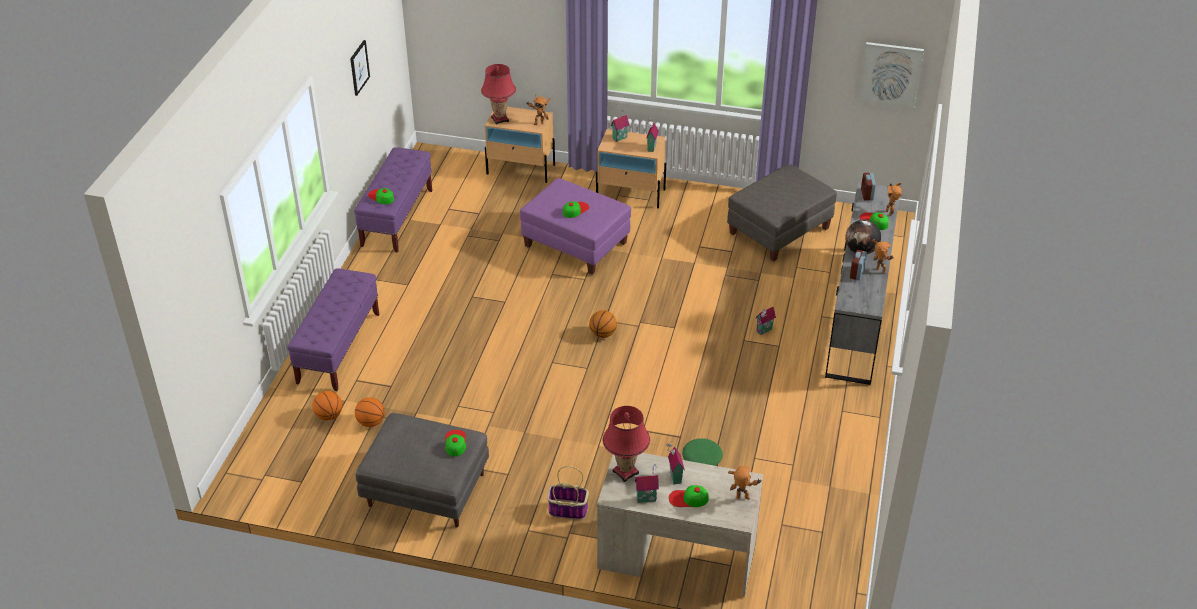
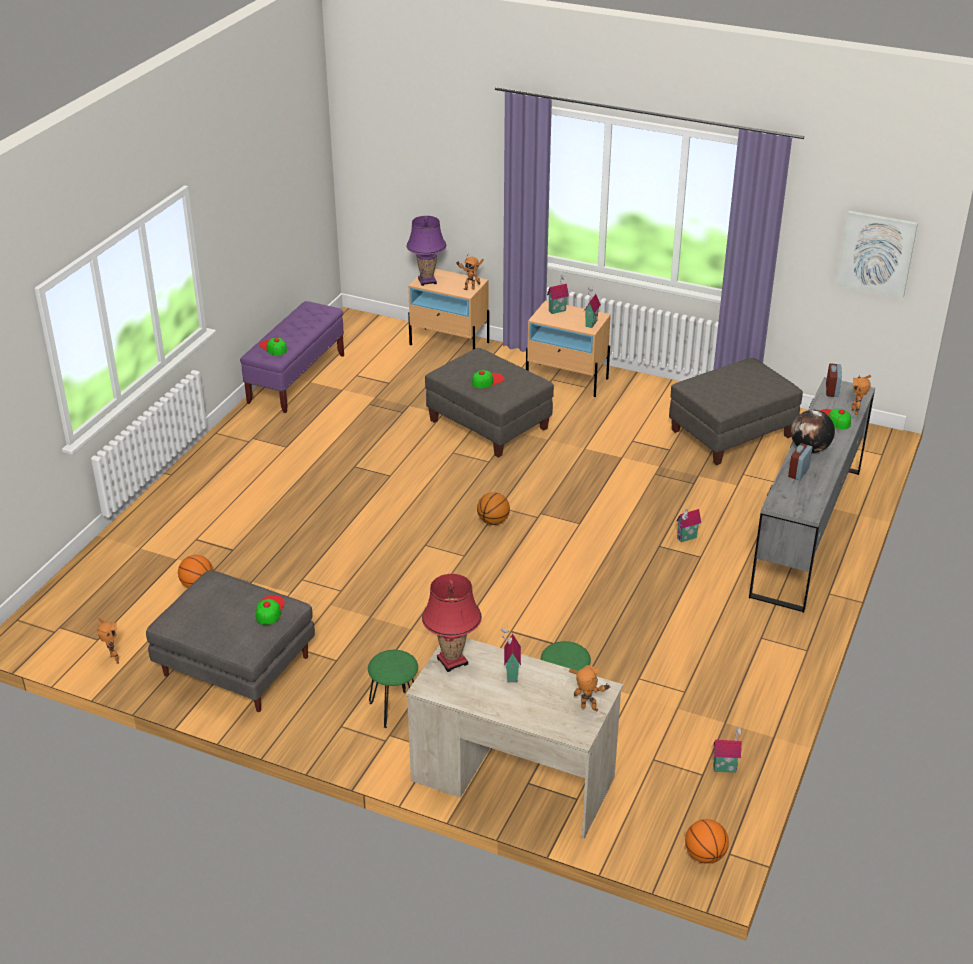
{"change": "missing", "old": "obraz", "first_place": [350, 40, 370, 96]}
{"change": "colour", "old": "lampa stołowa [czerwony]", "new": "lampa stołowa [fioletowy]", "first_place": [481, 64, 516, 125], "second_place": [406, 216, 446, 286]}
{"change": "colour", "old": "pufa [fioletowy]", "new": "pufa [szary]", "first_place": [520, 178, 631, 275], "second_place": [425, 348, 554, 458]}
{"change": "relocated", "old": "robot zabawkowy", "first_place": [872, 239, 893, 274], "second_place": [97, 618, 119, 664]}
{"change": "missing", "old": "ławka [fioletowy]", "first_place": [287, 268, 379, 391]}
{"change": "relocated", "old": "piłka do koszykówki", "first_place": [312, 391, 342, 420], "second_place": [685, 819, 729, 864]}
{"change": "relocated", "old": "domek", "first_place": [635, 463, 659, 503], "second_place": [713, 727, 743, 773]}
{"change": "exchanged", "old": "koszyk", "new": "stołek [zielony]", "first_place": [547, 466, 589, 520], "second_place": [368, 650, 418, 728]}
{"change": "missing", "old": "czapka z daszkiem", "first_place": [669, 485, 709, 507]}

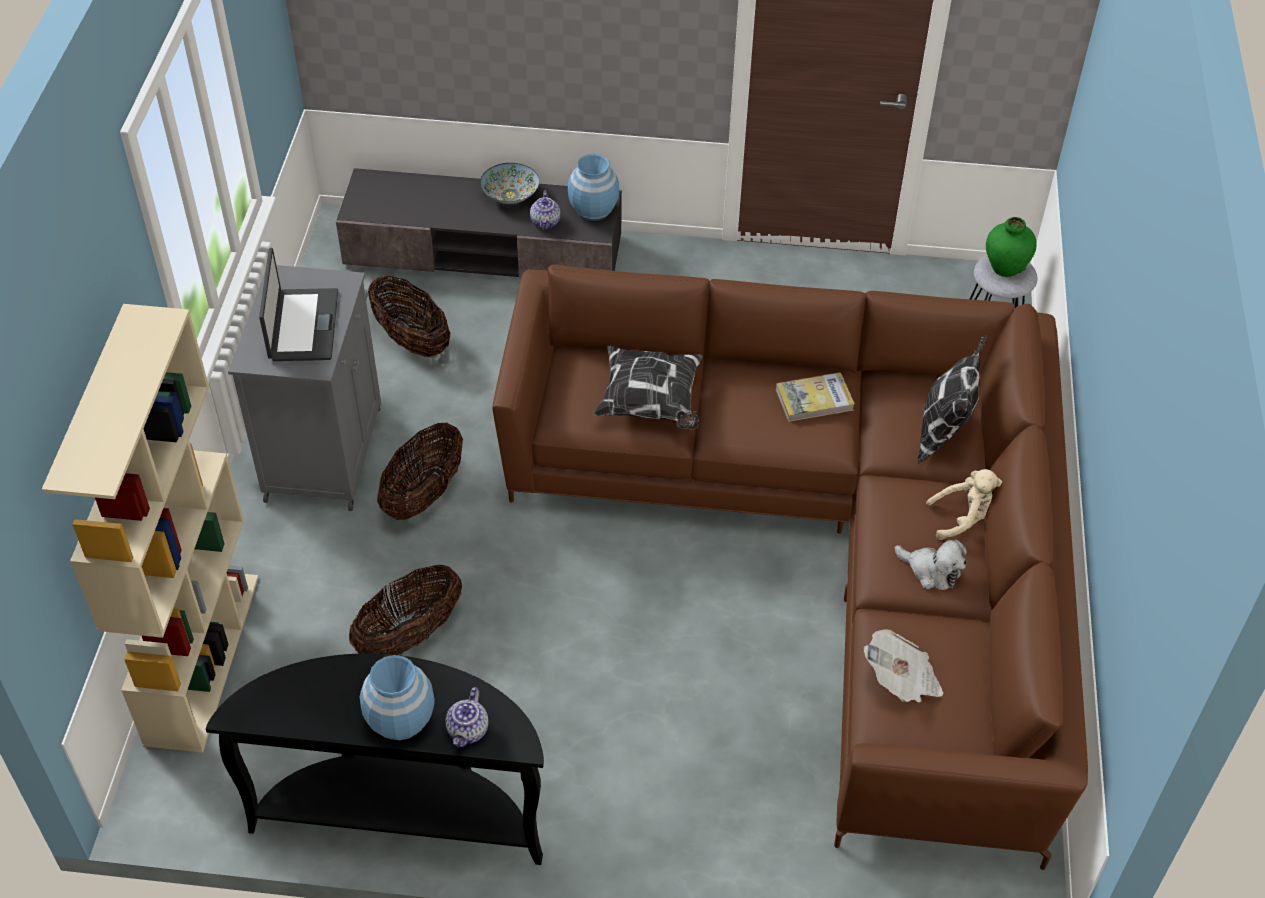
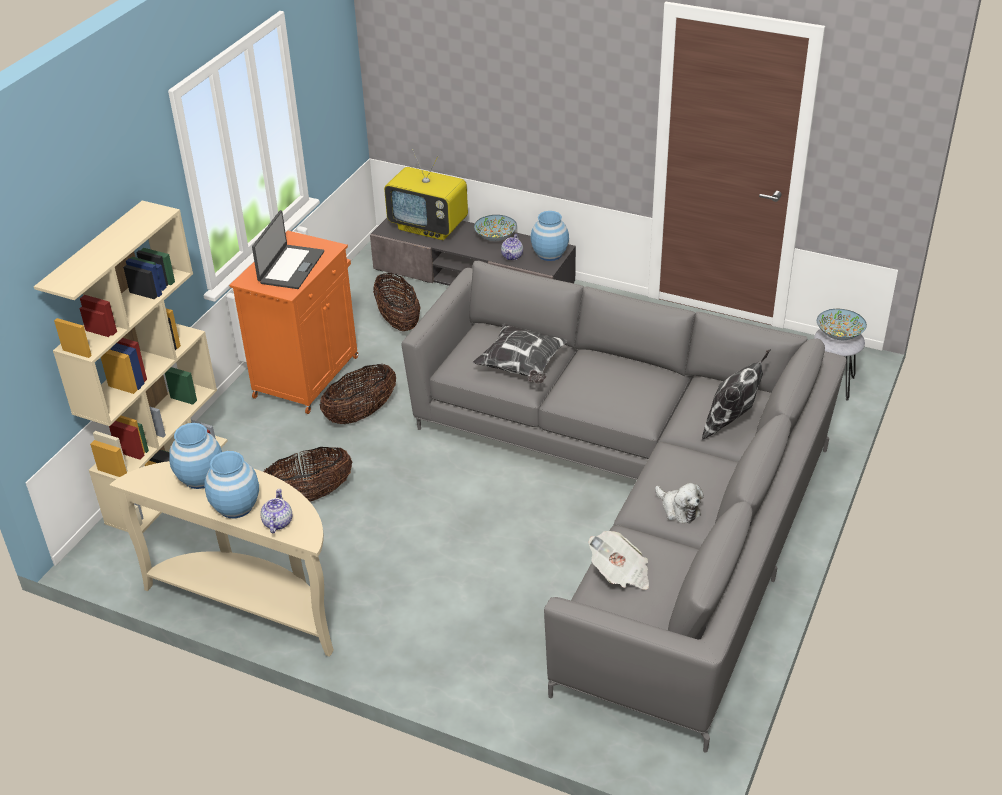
{"change": "exchanged", "old": "wazon [zielony]", "new": "miska", "first_place": [986, 217, 1037, 277], "second_place": [817, 309, 867, 340]}
{"change": "colour", "old": "szafka [szary]", "new": "szafka [pomarańczowy]", "first_place": [228, 265, 382, 511], "second_place": [229, 230, 358, 414]}
{"change": "colour", "old": "kanapa [brązowy]", "new": "kanapa [szary]", "first_place": [492, 265, 1088, 870], "second_place": [402, 261, 847, 753]}
{"change": "missing", "old": "książka", "first_place": [776, 372, 855, 422]}
{"change": "missing", "old": "pluszak [beżowy]", "first_place": [926, 469, 1002, 540]}
{"change": "colour", "old": "stolik konsolowy [czarny]", "new": "stolik konsolowy [beżowy]", "first_place": [206, 653, 544, 865], "second_place": [110, 461, 334, 656]}
{"change": "spun", "old": "imbryk", "first_place": [445, 687, 488, 747], "second_place": [261, 489, 292, 533], "degrees": 150}
{"change": "appeared", "new": "telewizor", "second_place": [384, 149, 468, 240]}
{"change": "appeared", "new": "wazon [niebieski]", "second_place": [169, 423, 222, 489]}

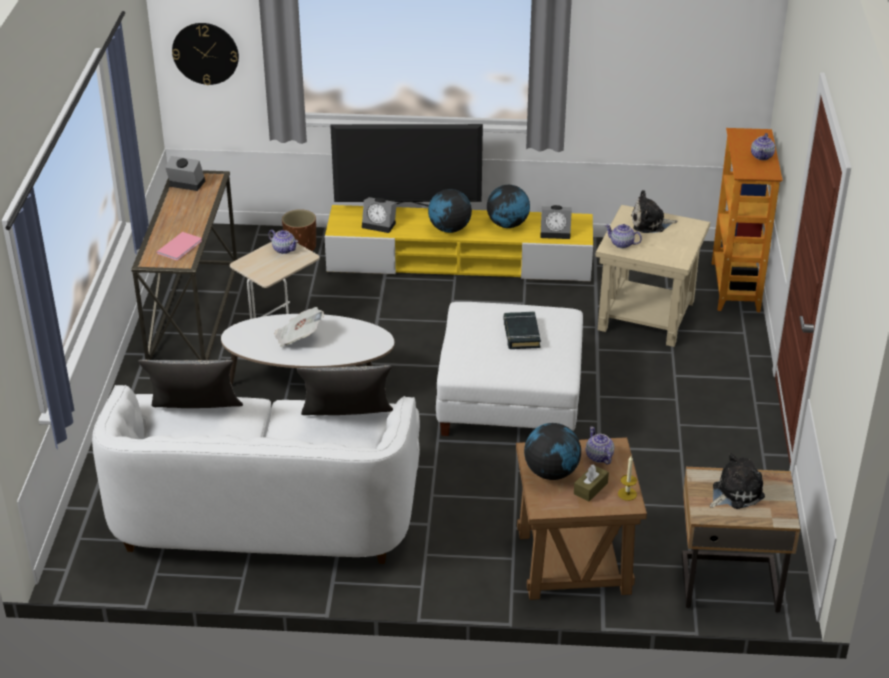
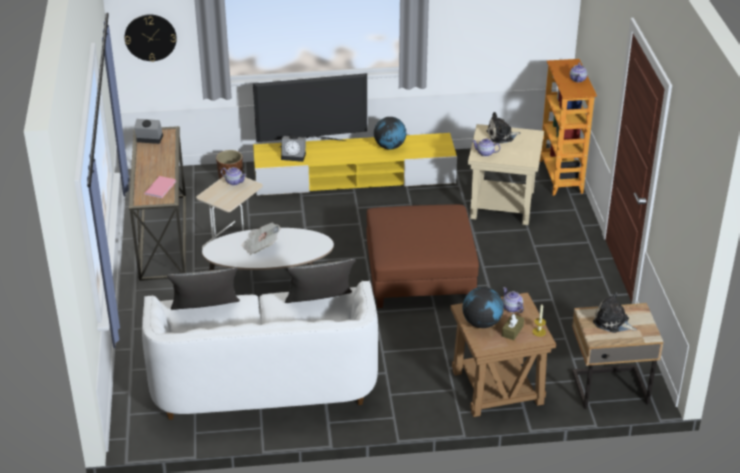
{"change": "missing", "old": "globus", "first_place": [428, 189, 472, 233]}
{"change": "missing", "old": "budzik", "first_place": [540, 205, 572, 239]}
{"change": "colour", "old": "pufa [biały]", "new": "pufa [brązowy]", "first_place": [436, 302, 583, 436], "second_place": [366, 204, 479, 308]}
{"change": "missing", "old": "książka [czarny]", "first_place": [504, 312, 541, 349]}
{"change": "spun", "old": "pluszak", "first_place": [710, 453, 765, 509], "second_place": [593, 292, 637, 333], "degrees": -105}

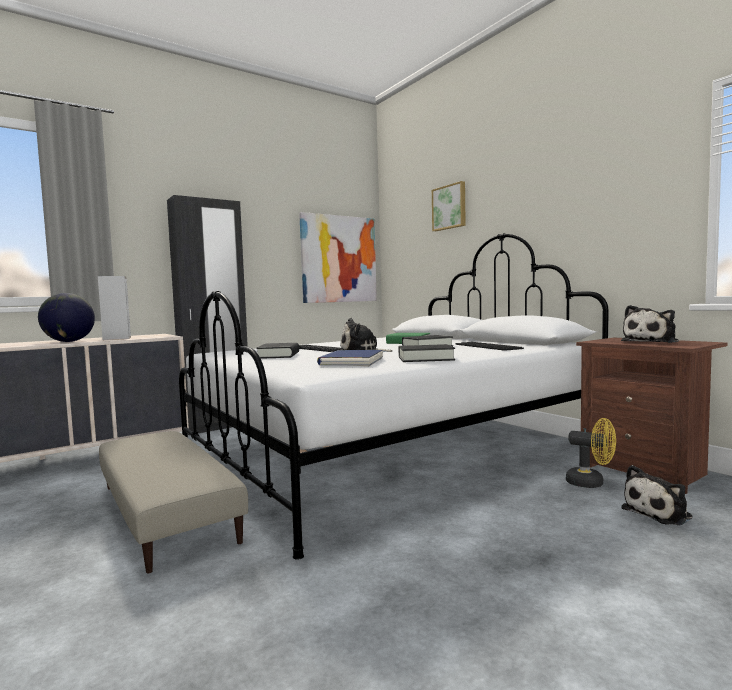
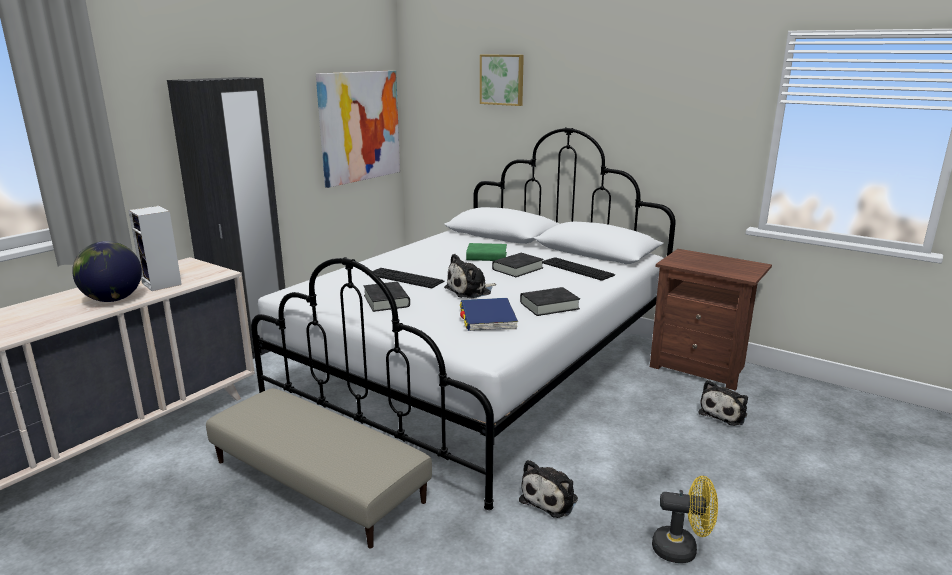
{"change": "relocated", "old": "pluszak", "first_place": [621, 305, 679, 343], "second_place": [519, 460, 578, 518]}
{"change": "relocated", "old": "wentylator [żółty]", "first_place": [566, 418, 616, 488], "second_place": [652, 476, 718, 563]}

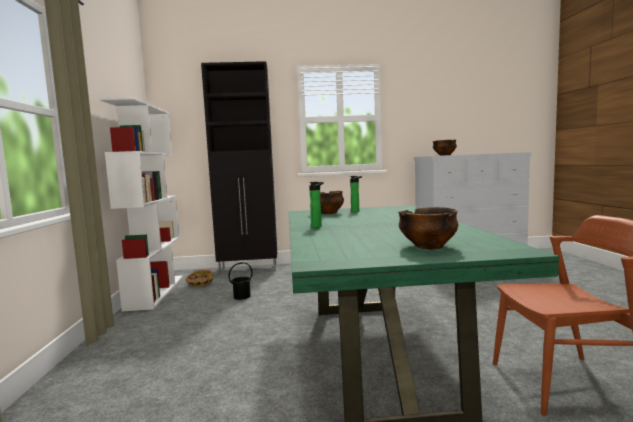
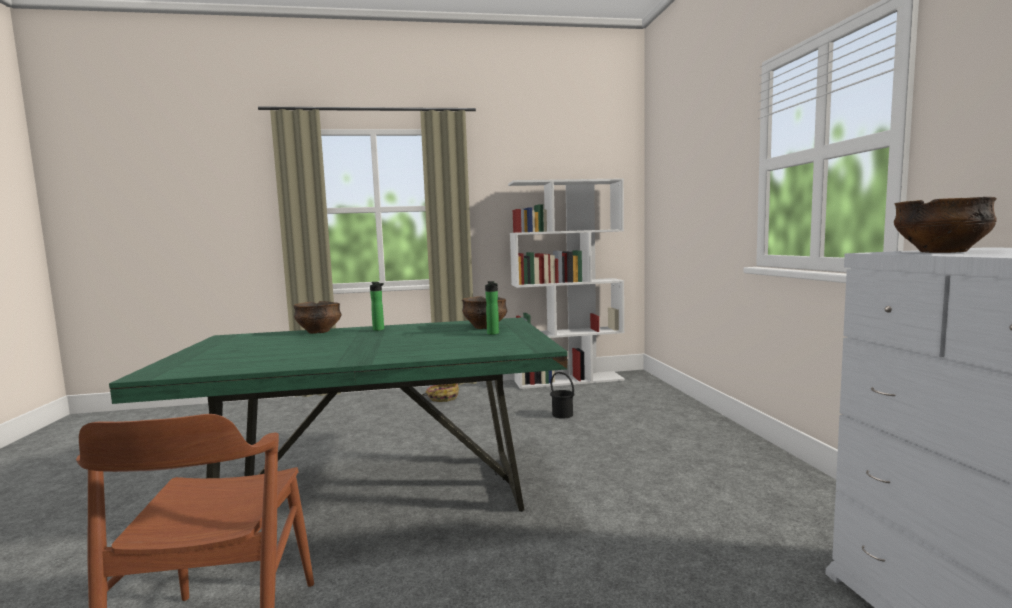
{"change": "missing", "old": "szafka [czarny]", "first_place": [201, 61, 277, 275]}
{"change": "relocated", "old": "miska", "first_place": [398, 207, 459, 250], "second_place": [293, 301, 341, 334]}
{"change": "relocated", "old": "koszyk", "first_place": [185, 270, 214, 287], "second_place": [422, 383, 459, 402]}

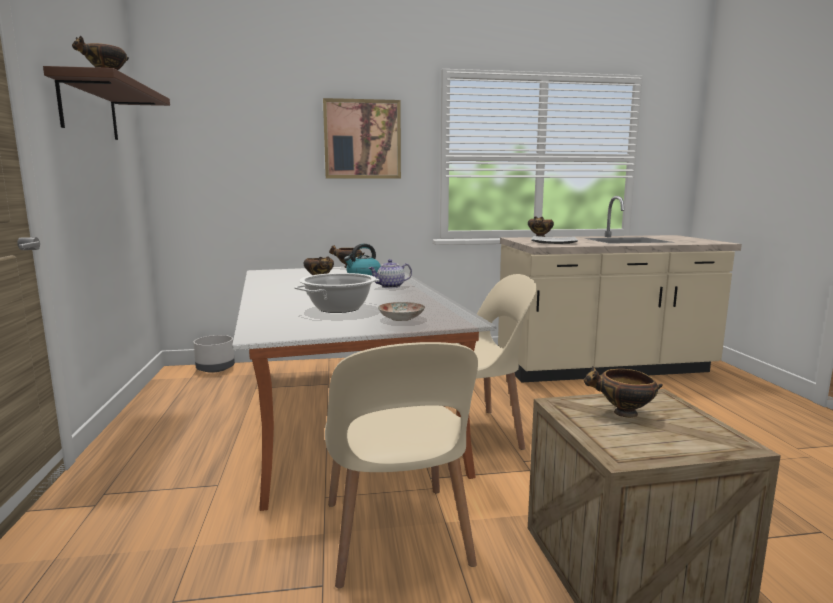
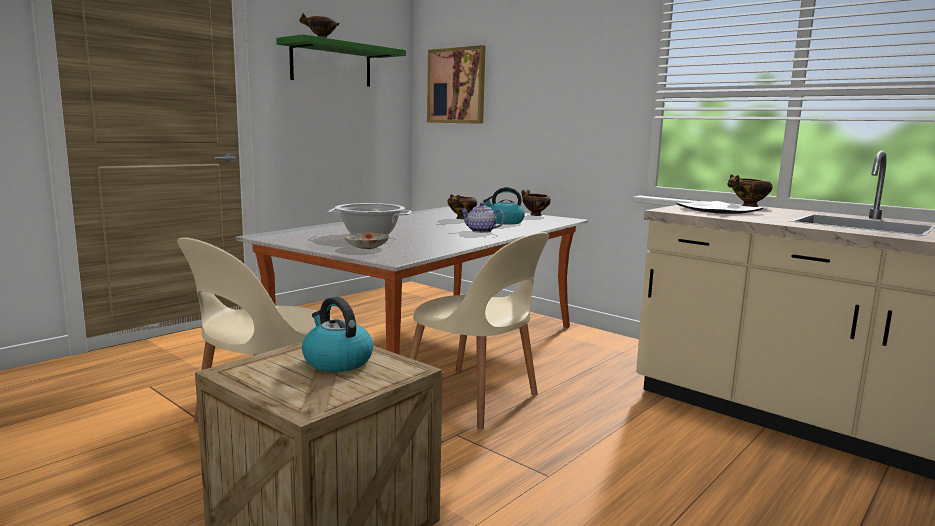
{"change": "colour", "old": "półka [brązowy]", "new": "półka [zielony]", "first_place": [43, 66, 170, 140], "second_place": [276, 34, 406, 87]}
{"change": "relocated", "old": "obraz", "first_place": [323, 98, 401, 179], "second_place": [427, 45, 485, 124]}
{"change": "missing", "old": "donica [szary]", "first_place": [194, 335, 235, 373]}
{"change": "exchanged", "old": "miska", "new": "czajnik", "first_place": [584, 366, 663, 418], "second_place": [302, 297, 373, 372]}

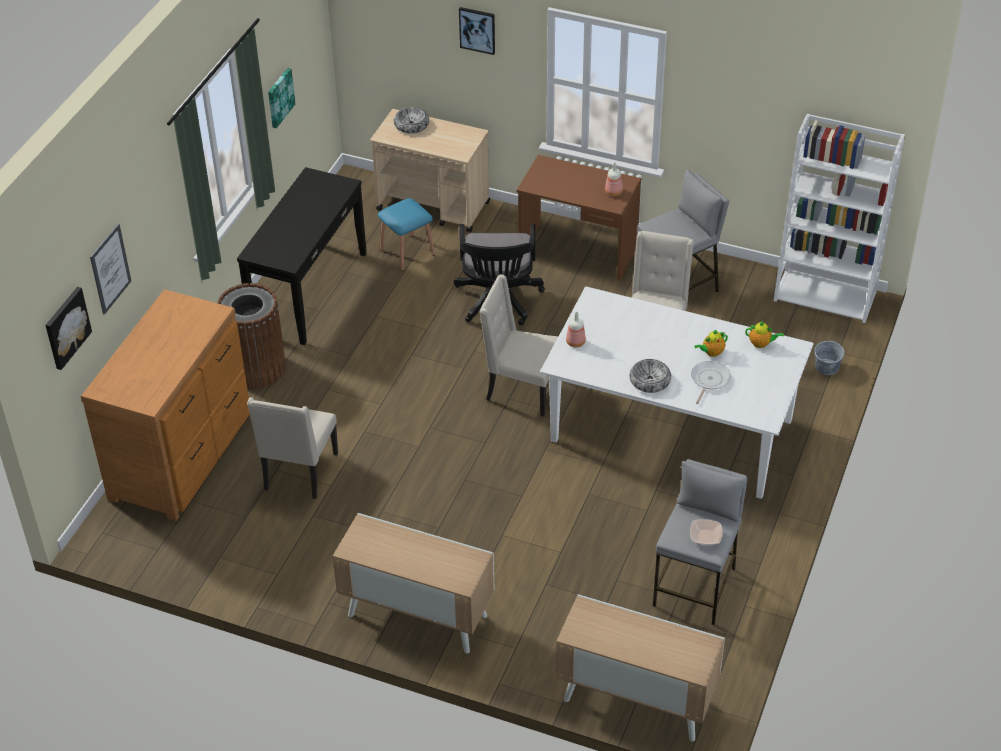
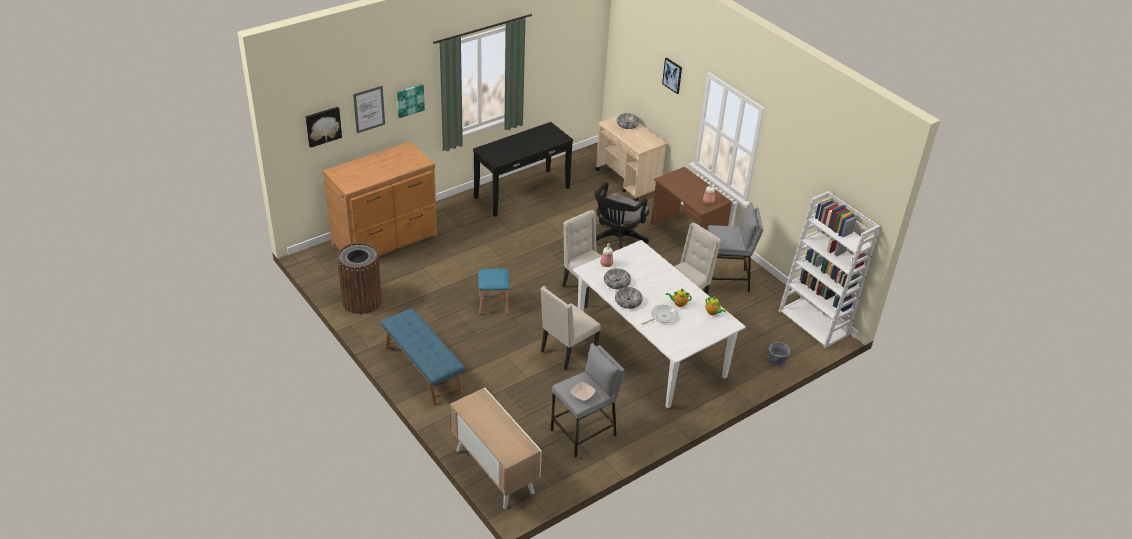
{"change": "relocated", "old": "obraz", "first_place": [268, 68, 295, 128], "second_place": [397, 84, 425, 118]}
{"change": "relocated", "old": "stołek [niebieski]", "first_place": [378, 198, 435, 271], "second_place": [478, 269, 510, 315]}
{"change": "relocated", "old": "kosz na śmieci [brązowy]", "first_place": [217, 283, 286, 389], "second_place": [337, 242, 382, 314]}
{"change": "relocated", "old": "krzesło [beżowy]", "first_place": [247, 397, 338, 499], "second_place": [541, 286, 601, 370]}
{"change": "exchanged", "old": "szafka", "new": "ławka [niebieski]", "first_place": [333, 513, 495, 654], "second_place": [381, 308, 465, 406]}
{"change": "appeared", "new": "miska", "second_place": [604, 268, 631, 289]}

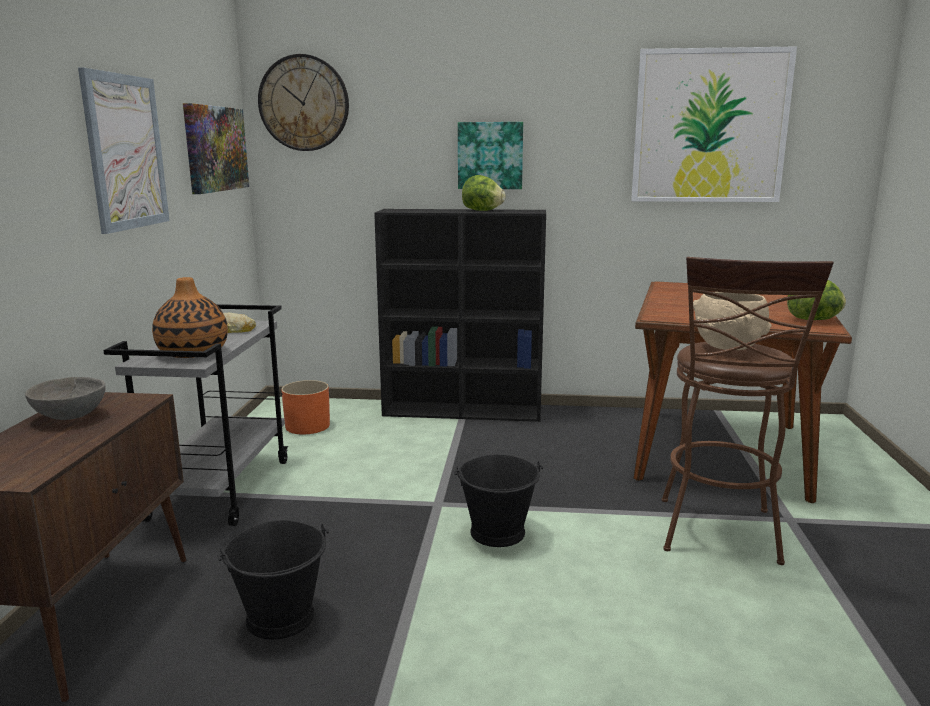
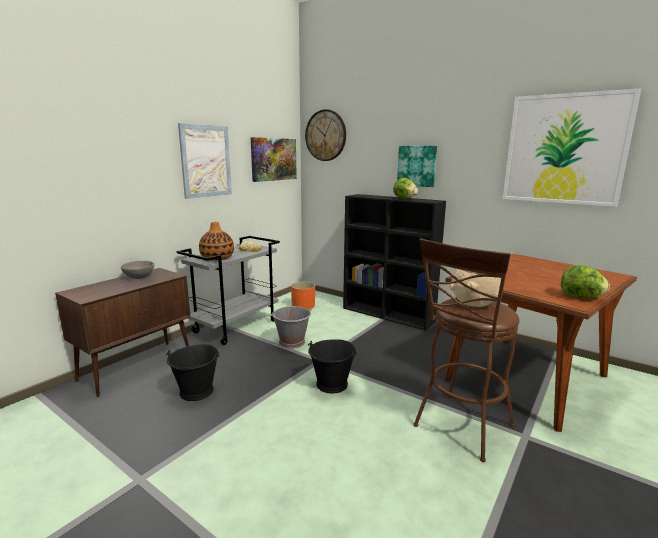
{"change": "appeared", "new": "wiadro [szary]", "second_place": [271, 306, 312, 349]}

